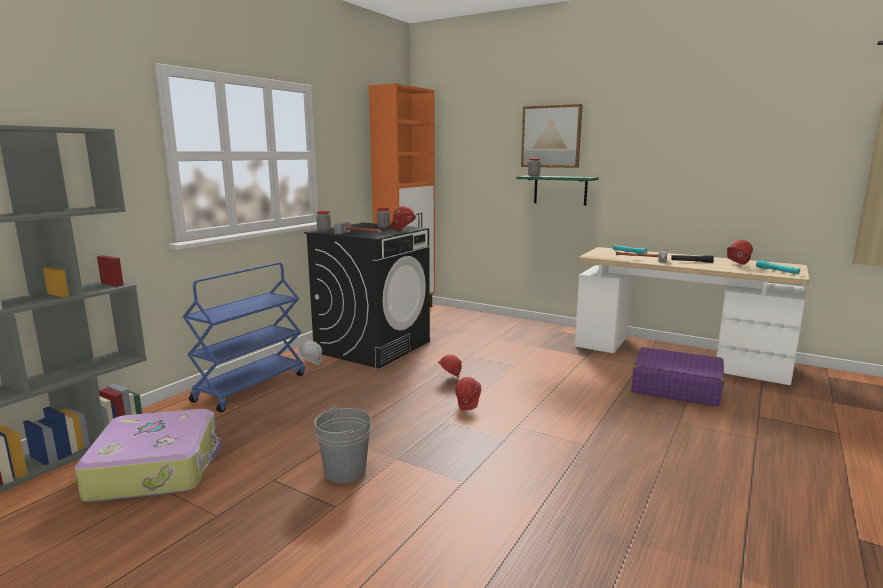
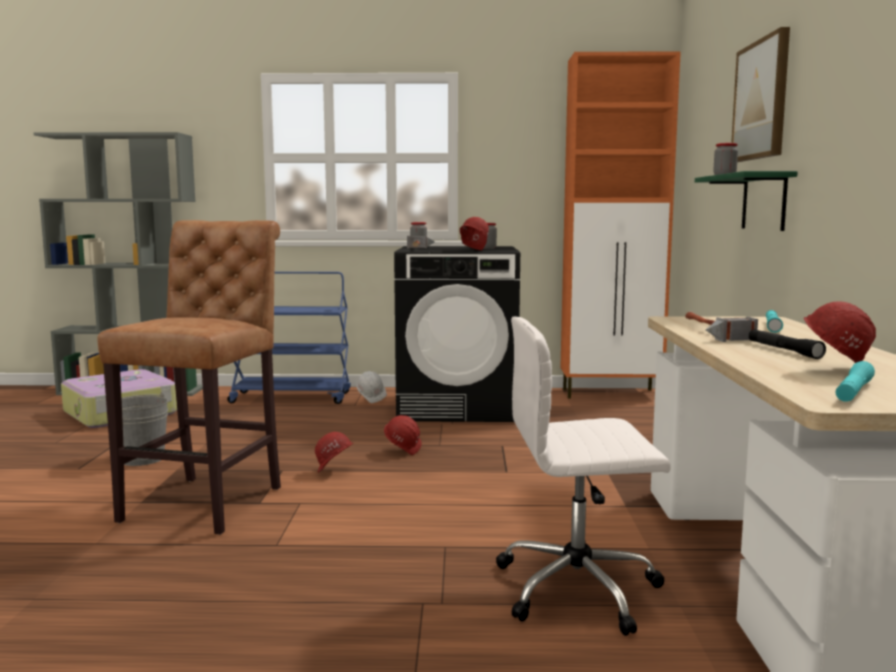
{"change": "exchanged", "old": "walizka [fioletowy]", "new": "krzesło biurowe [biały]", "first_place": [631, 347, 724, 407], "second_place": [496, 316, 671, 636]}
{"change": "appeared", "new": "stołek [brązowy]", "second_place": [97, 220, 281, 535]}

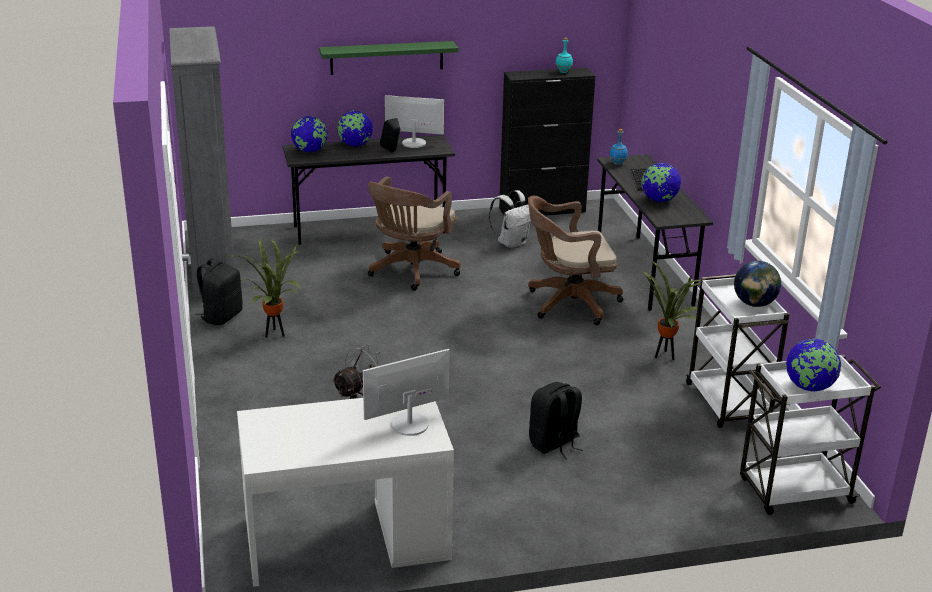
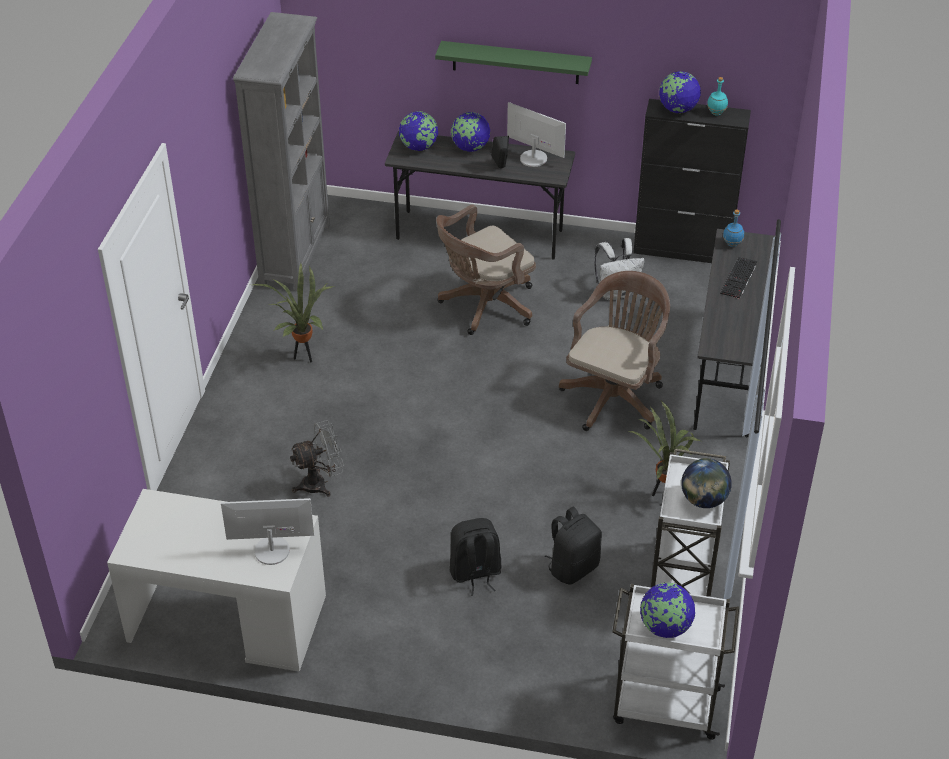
{"change": "relocated", "old": "globus", "first_place": [641, 163, 681, 202], "second_place": [659, 71, 701, 113]}
{"change": "spun", "old": "krzesło biurowe [brązowy]", "first_place": [528, 196, 623, 325], "second_place": [559, 271, 670, 431], "degrees": 105}
{"change": "relocated", "old": "plecak [czarny]", "first_place": [195, 258, 243, 325], "second_place": [545, 507, 602, 584]}

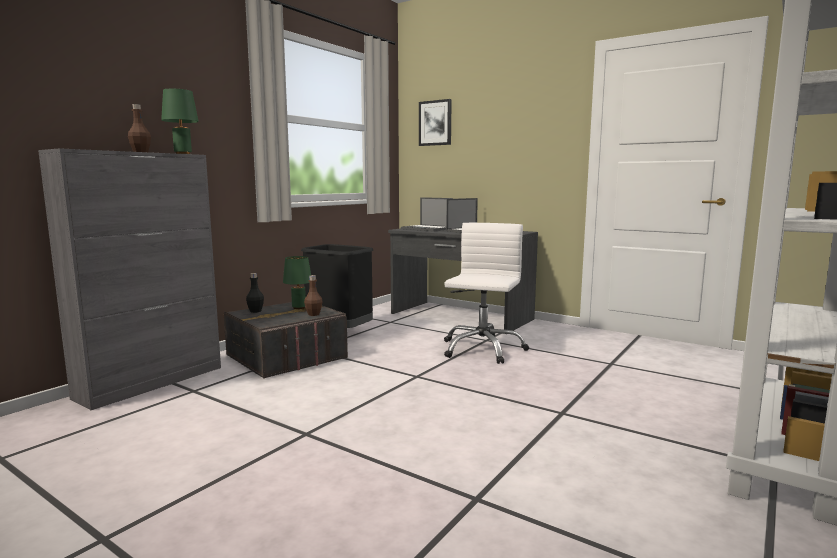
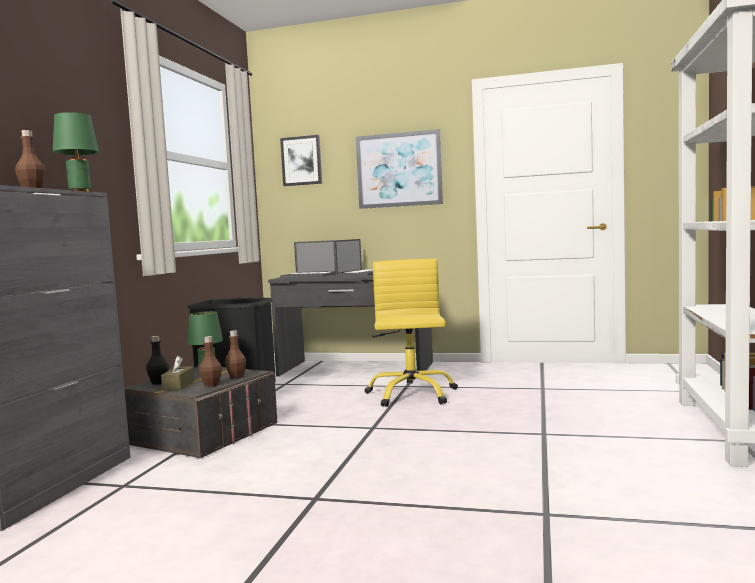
{"change": "colour", "old": "krzesło biurowe [biały]", "new": "krzesło biurowe [żółty]", "first_place": [444, 223, 529, 364], "second_place": [365, 259, 458, 407]}
{"change": "appeared", "new": "obraz", "second_place": [356, 129, 443, 209]}
{"change": "appeared", "new": "butelka [brązowy]", "second_place": [199, 336, 222, 387]}
{"change": "appeared", "new": "pudełko chusteczek [brązowy]", "second_place": [161, 356, 194, 391]}

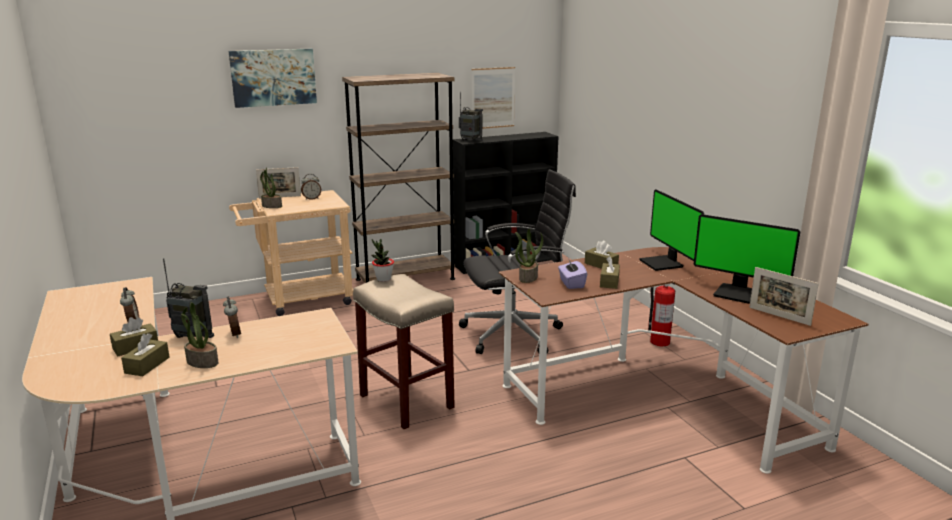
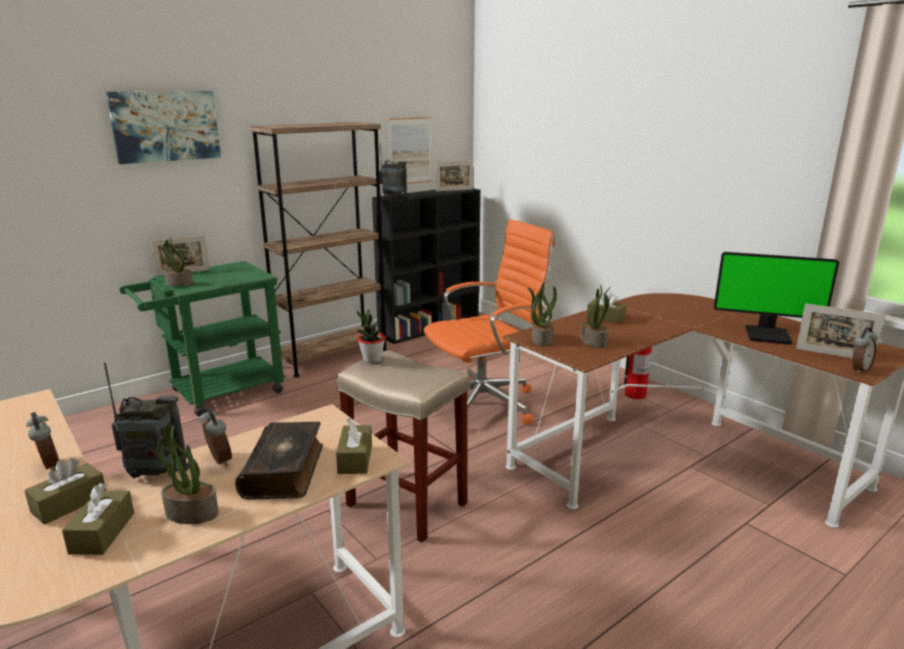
{"change": "colour", "old": "krzesło biurowe [czarny]", "new": "krzesło biurowe [pomarańczowy]", "first_place": [459, 169, 576, 354], "second_place": [424, 219, 555, 425]}
{"change": "relocated", "old": "budzik", "first_place": [301, 174, 321, 200], "second_place": [852, 327, 878, 374]}
{"change": "missing", "old": "monitor", "first_place": [639, 189, 704, 271]}
{"change": "colour", "old": "wózek [beżowy]", "new": "wózek [zielony]", "first_place": [229, 190, 353, 316], "second_place": [119, 261, 285, 417]}
{"change": "relocated", "old": "pudełko chusteczek [brązowy]", "first_place": [600, 256, 620, 289], "second_place": [336, 417, 372, 474]}
{"change": "exchanged", "old": "pudełko chusteczek [fioletowy]", "new": "roślina doniczkowa", "first_place": [558, 258, 587, 289], "second_place": [581, 284, 611, 348]}
{"change": "appeared", "new": "ramka na zdjęcie", "second_place": [436, 161, 473, 191]}
{"change": "appeared", "new": "książka", "second_place": [235, 422, 323, 499]}

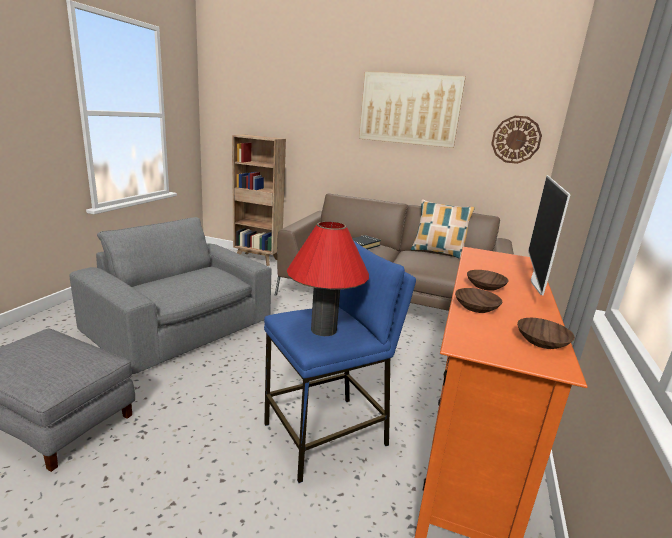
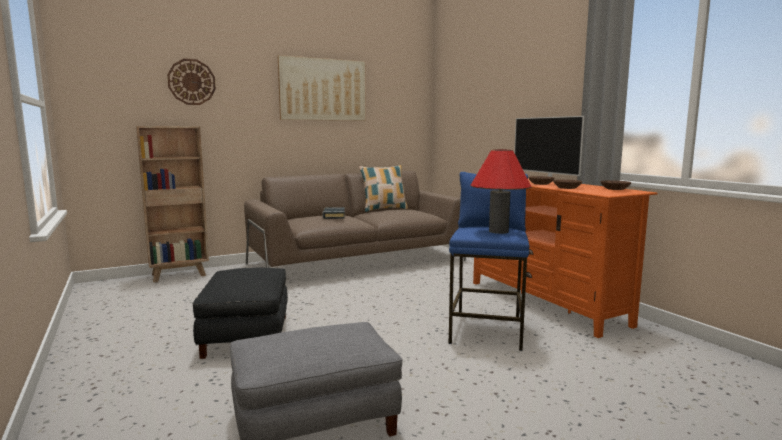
{"change": "relocated", "old": "zegar ścienny", "first_place": [491, 116, 542, 164], "second_place": [167, 59, 216, 105]}
{"change": "exchanged", "old": "fotel [szary]", "new": "pufa [czarny]", "first_place": [69, 217, 271, 374], "second_place": [193, 268, 288, 359]}

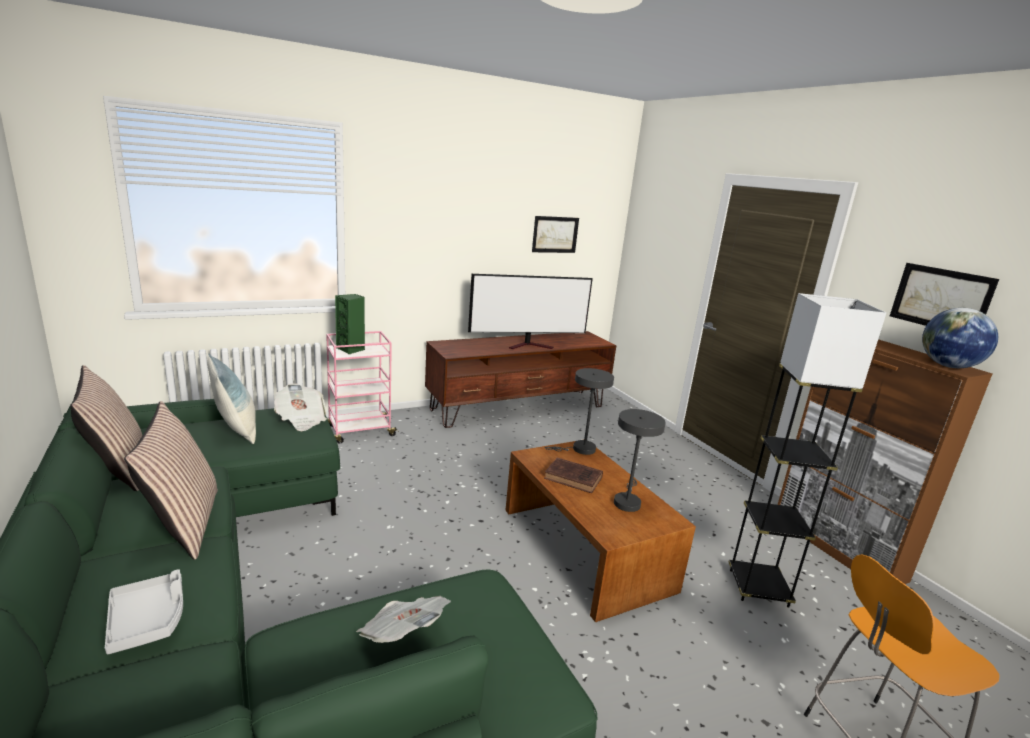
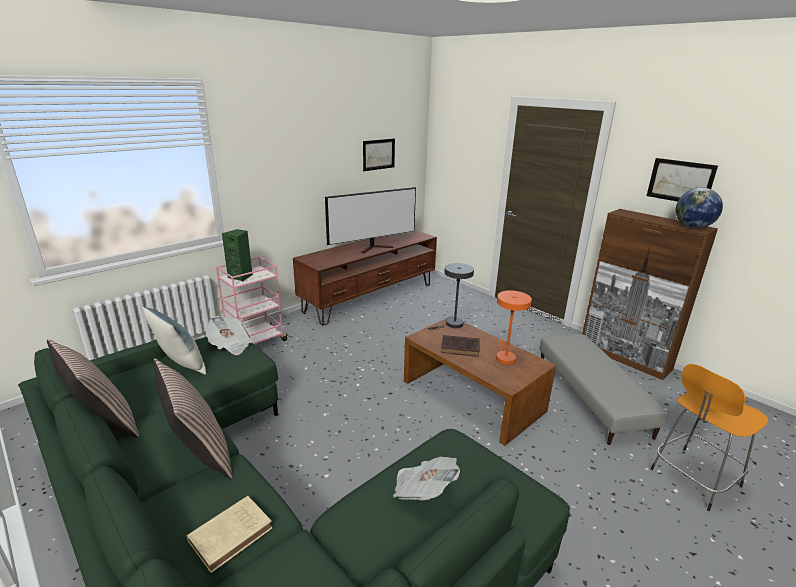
{"change": "exchanged", "old": "lampa stojąca [szary]", "new": "pufa [szary]", "first_place": [729, 293, 886, 608], "second_place": [540, 334, 668, 445]}
{"change": "colour", "old": "lampa stołowa [szary]", "new": "lampa stołowa [pomarańczowy]", "first_place": [614, 409, 666, 512], "second_place": [496, 290, 532, 365]}
{"change": "exchanged", "old": "taca [szary]", "new": "książka [beżowy]", "first_place": [105, 569, 183, 654], "second_place": [187, 496, 272, 573]}

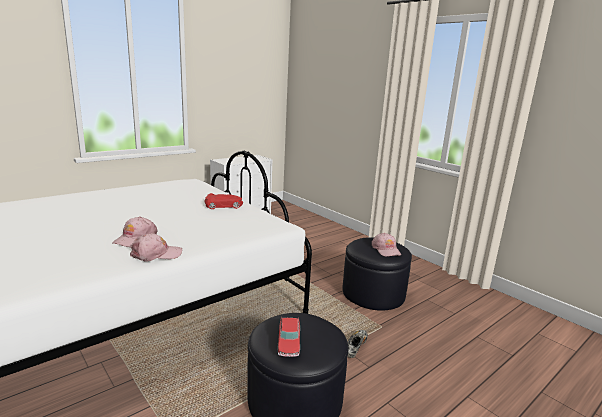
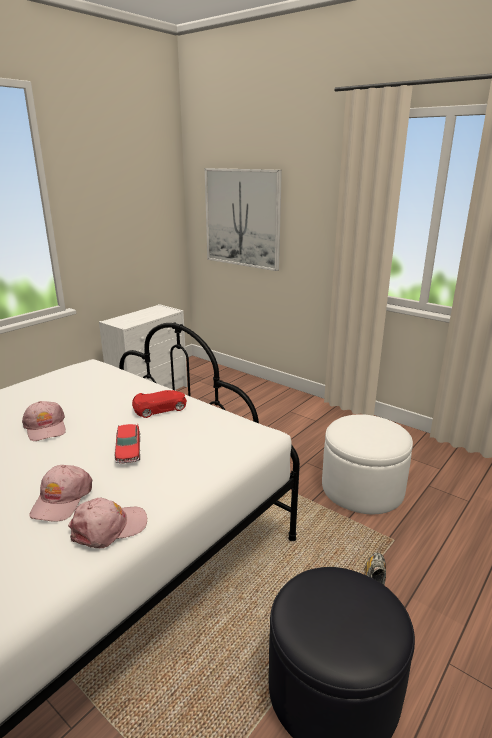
{"change": "relocated", "old": "czapka z daszkiem [różowy]", "first_place": [372, 233, 401, 256], "second_place": [22, 401, 66, 441]}
{"change": "colour", "old": "pufa [czarny]", "new": "pufa [biały]", "first_place": [343, 237, 412, 311], "second_place": [322, 414, 413, 514]}
{"change": "relocated", "old": "samochodzik", "first_place": [277, 316, 300, 357], "second_place": [115, 424, 140, 463]}
{"change": "appeared", "new": "obraz", "second_place": [205, 168, 282, 271]}

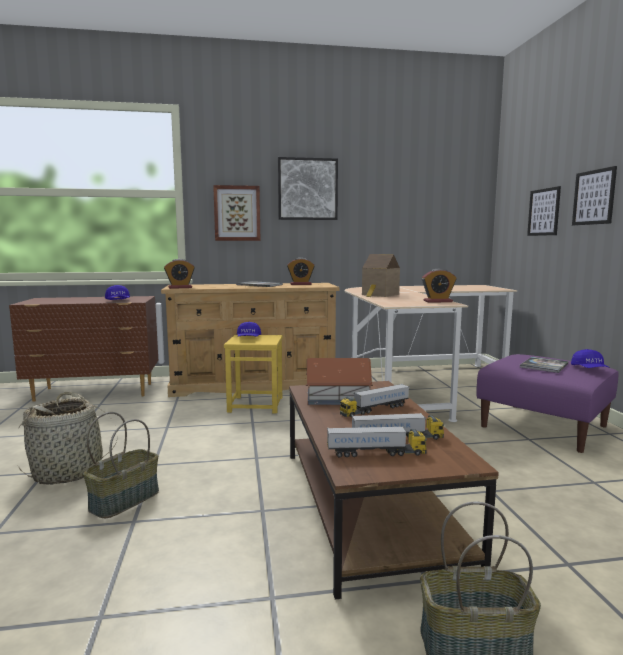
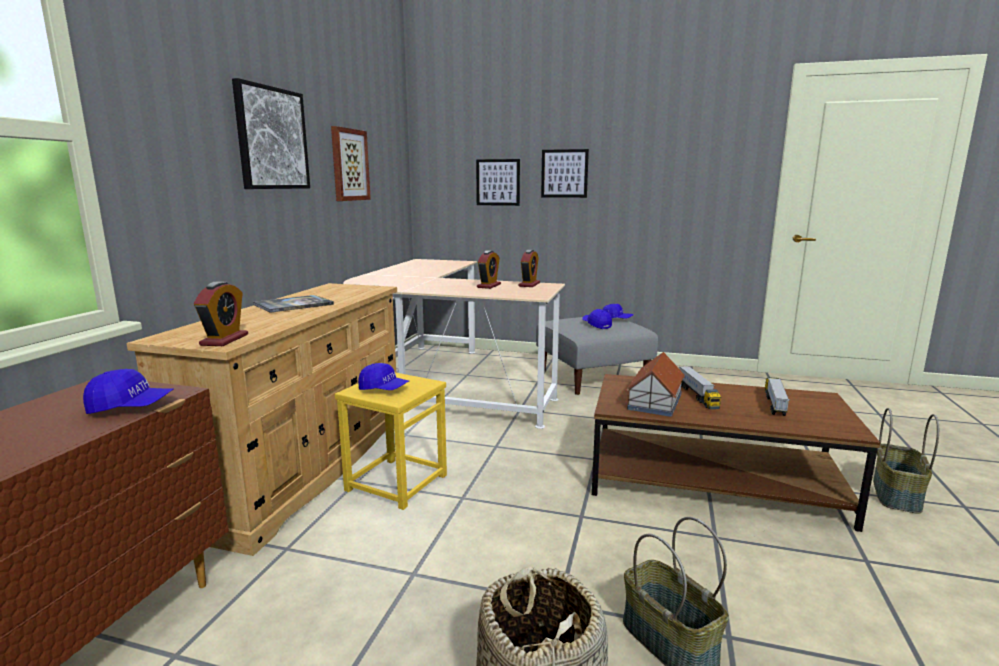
{"change": "relocated", "old": "obraz", "first_place": [213, 185, 261, 241], "second_place": [331, 126, 371, 201]}
{"change": "missing", "old": "domek", "first_place": [362, 254, 400, 297]}
{"change": "relocated", "old": "budzik", "first_place": [287, 258, 315, 285], "second_place": [477, 250, 501, 289]}
{"change": "colour", "old": "pufa [fioletowy]", "new": "pufa [szary]", "first_place": [476, 354, 618, 453], "second_place": [536, 317, 658, 395]}
{"change": "exchanged", "old": "książka", "new": "czapka z daszkiem [niebieski]", "first_place": [520, 357, 568, 373], "second_place": [582, 309, 612, 329]}
{"change": "missing", "old": "ciężarówka zabawkowa", "first_place": [327, 426, 427, 458]}

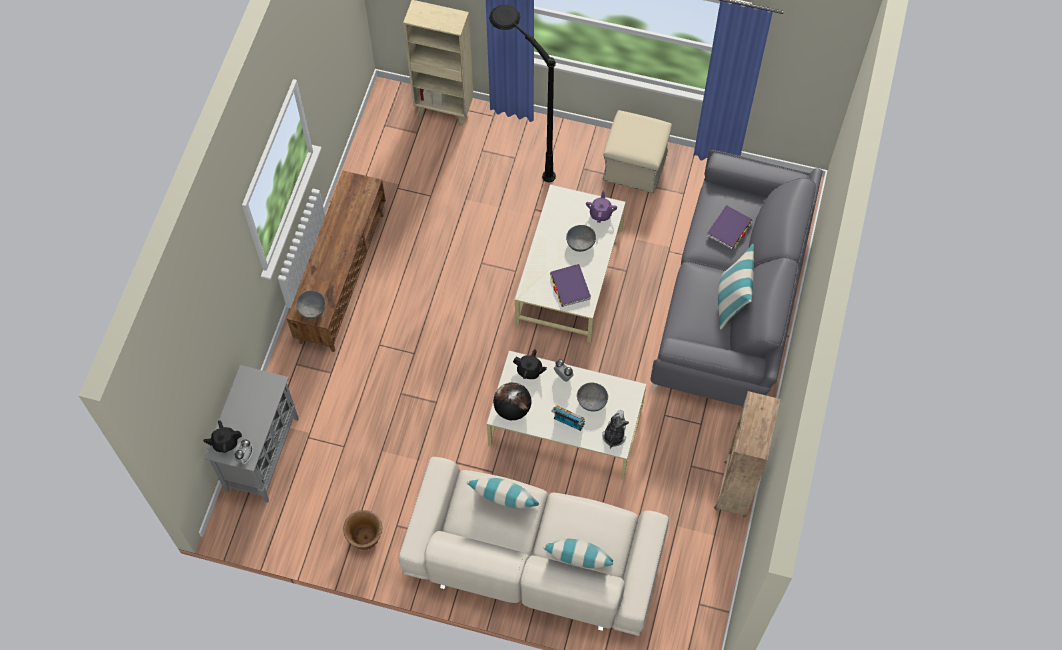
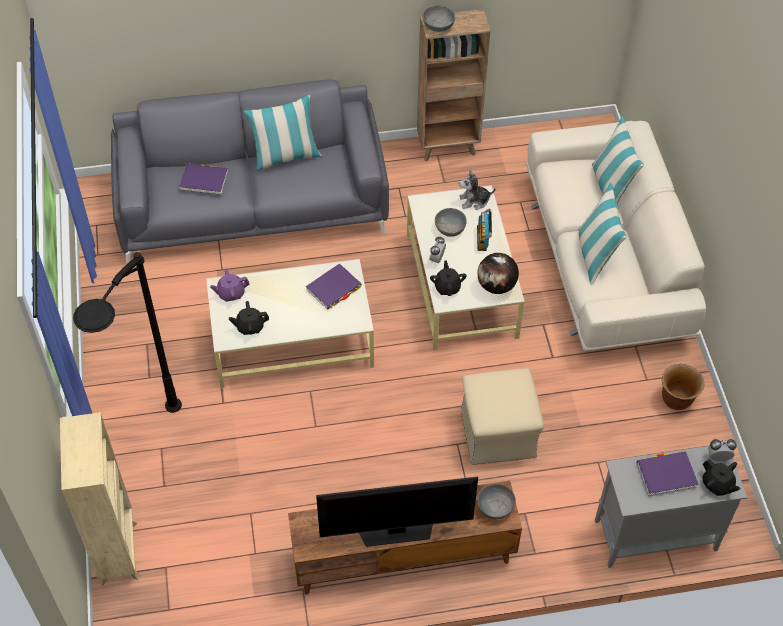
{"change": "relocated", "old": "pufa [beżowy]", "first_place": [602, 110, 672, 193], "second_place": [461, 368, 544, 465]}
{"change": "relocated", "old": "miska [szary]", "first_place": [566, 225, 596, 252], "second_place": [423, 5, 455, 32]}
{"change": "appeared", "new": "imbryk [czarny]", "second_place": [229, 301, 269, 335]}
{"change": "appeared", "new": "książka [fioletowy]", "second_place": [637, 451, 699, 496]}
{"change": "appeared", "new": "telewizor", "second_place": [316, 477, 478, 547]}

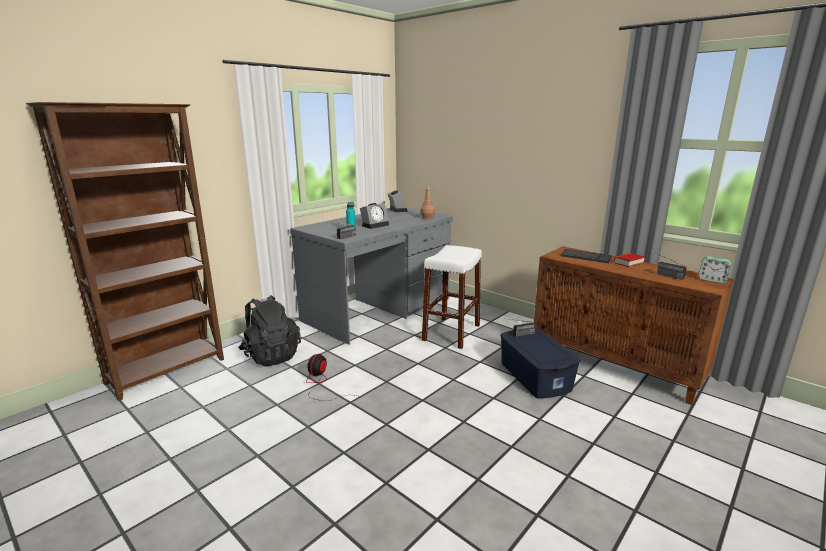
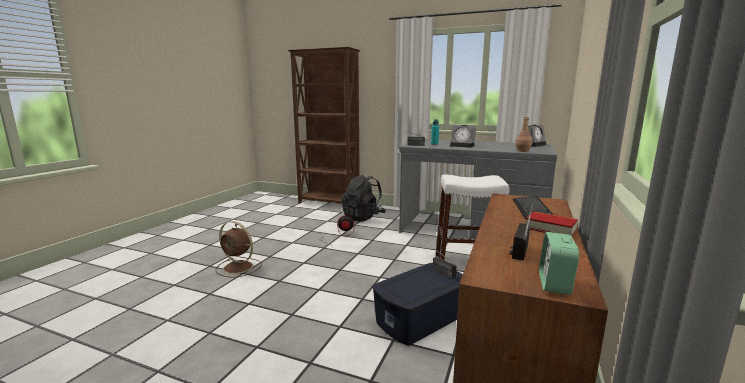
{"change": "appeared", "new": "wentylator [brązowy]", "second_place": [216, 221, 262, 278]}

